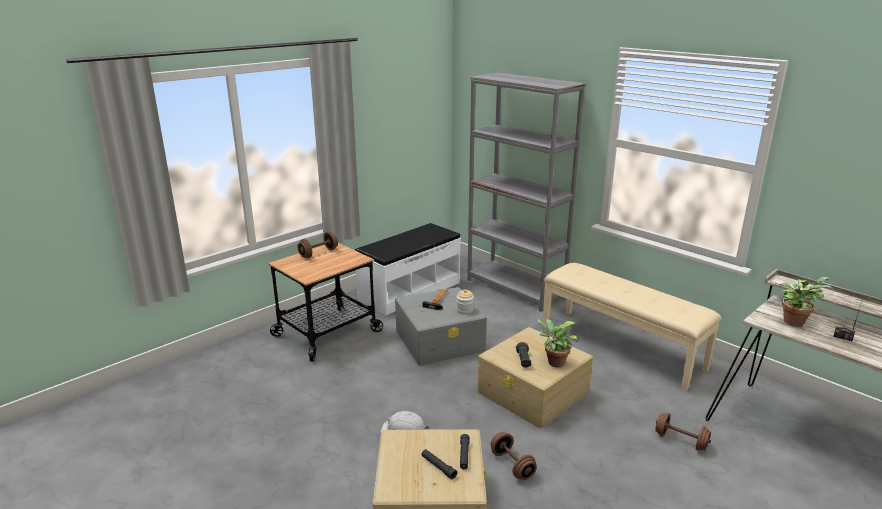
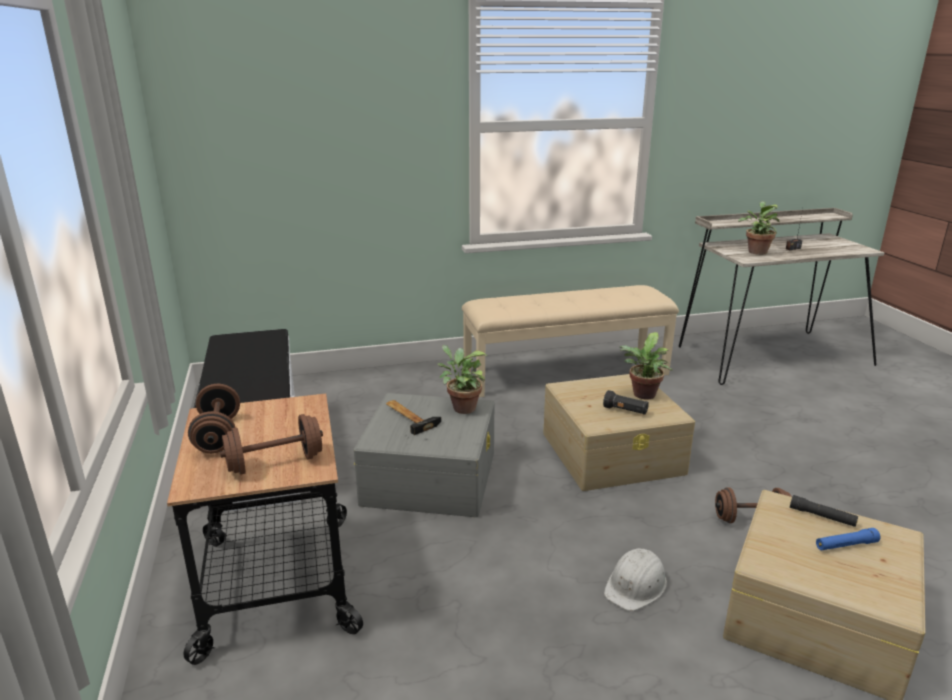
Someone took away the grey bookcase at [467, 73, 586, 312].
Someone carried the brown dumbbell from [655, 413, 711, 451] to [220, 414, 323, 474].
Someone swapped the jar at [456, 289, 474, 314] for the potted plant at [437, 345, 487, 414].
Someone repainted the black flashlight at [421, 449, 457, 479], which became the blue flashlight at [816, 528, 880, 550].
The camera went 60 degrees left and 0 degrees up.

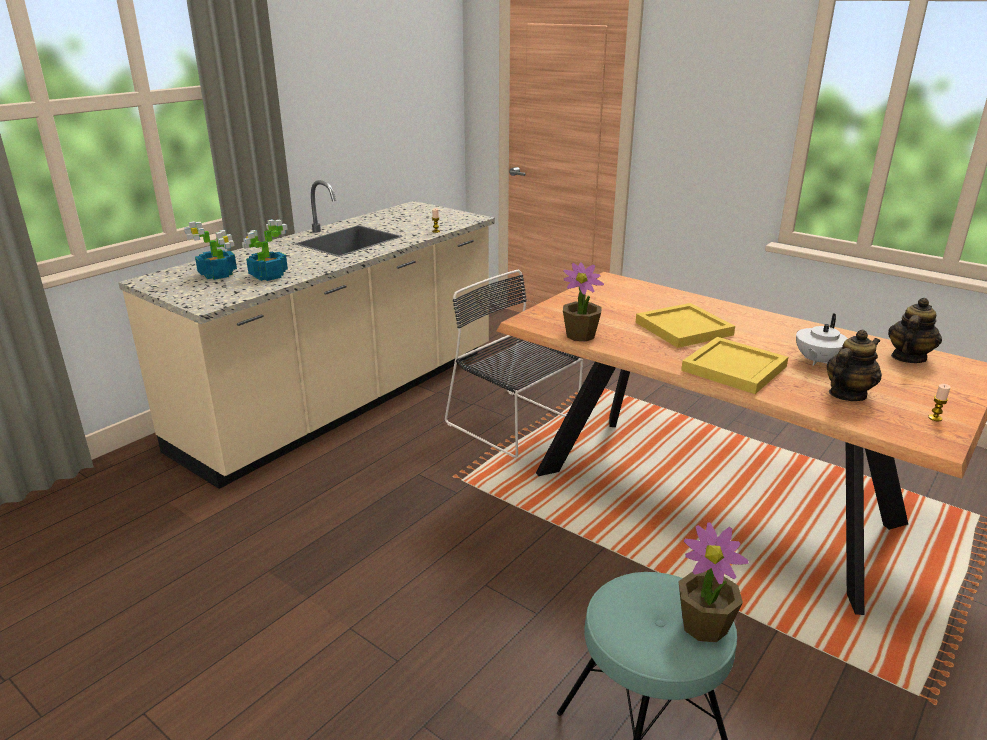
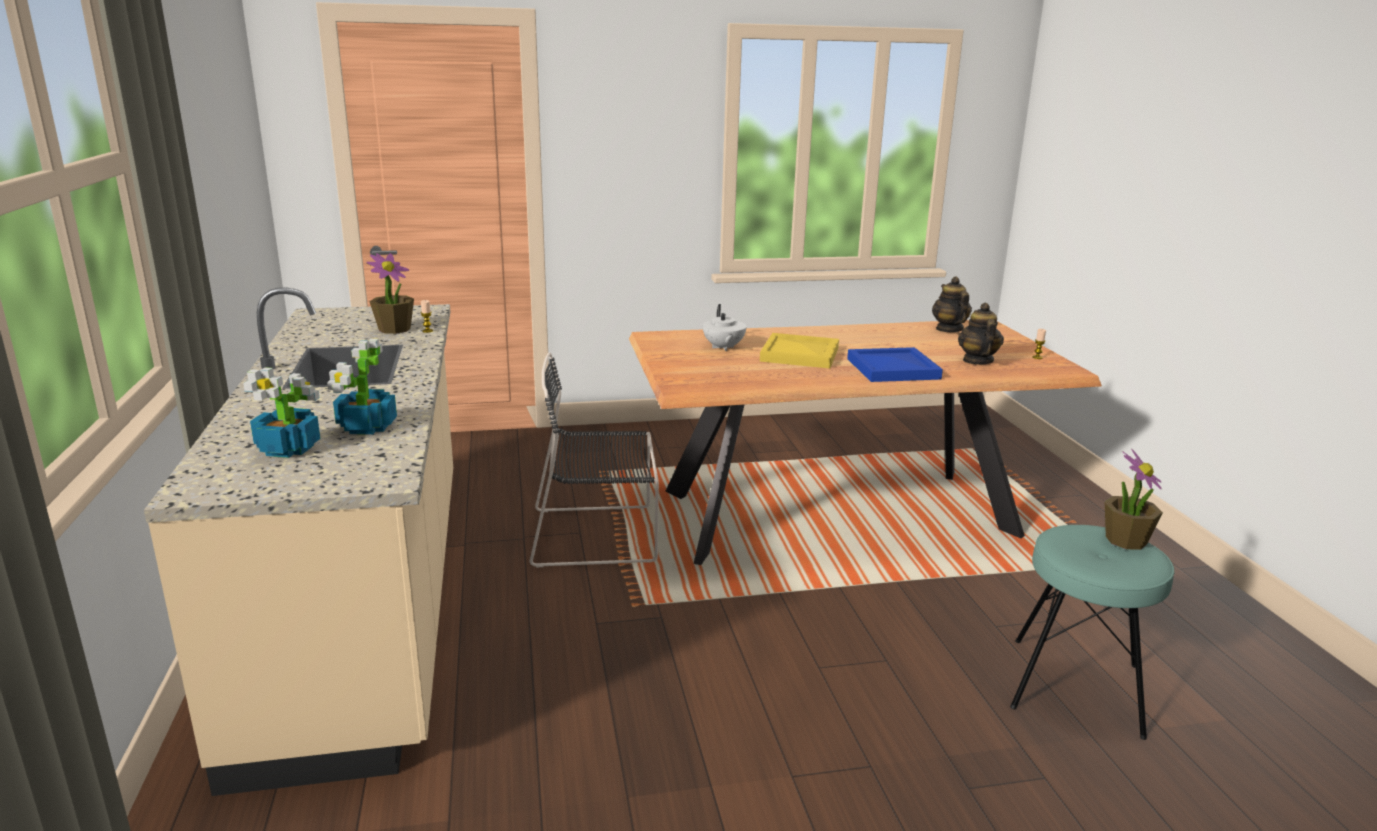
Someone carried the potted plant from [563, 262, 604, 341] to [366, 253, 414, 334].
Someone carried the white teapot from [796, 313, 848, 366] to [702, 304, 747, 351].
Someone repainted the yellow tray at [681, 337, 788, 394], which became the blue tray at [847, 347, 943, 382].
The camera went 50 degrees left and 5 degrees down.

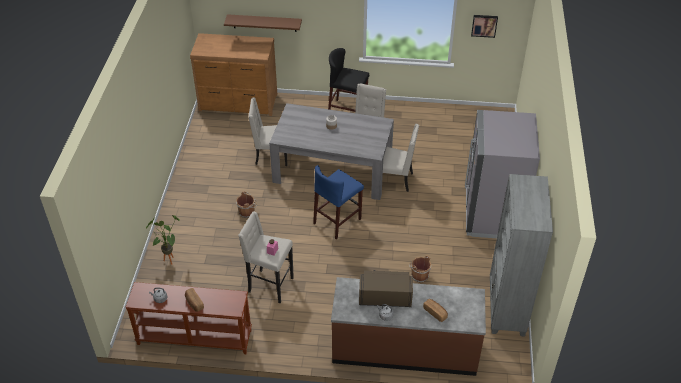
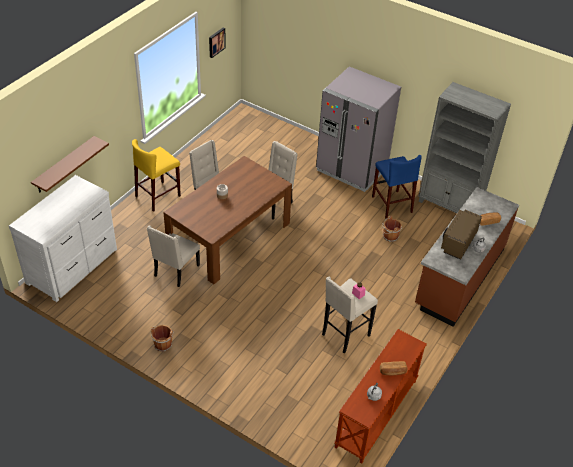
Someone took away the potted plant at [146, 215, 180, 265].
Someone carried the brown bucket from [236, 191, 257, 218] to [151, 325, 174, 352].
Someone carried the blue stool from [313, 165, 364, 239] to [372, 155, 422, 219].
Someone repainted the brown dresser at [190, 33, 277, 116], which became the white dresser at [9, 175, 117, 302].
Someone repainted the grey dining table at [269, 103, 394, 200], which became the brown dining table at [163, 156, 292, 284].
Someone repainted the black stool at [328, 48, 369, 112], which became the yellow stool at [132, 139, 181, 212].
The camera went 65 degrees left and 0 degrees up.

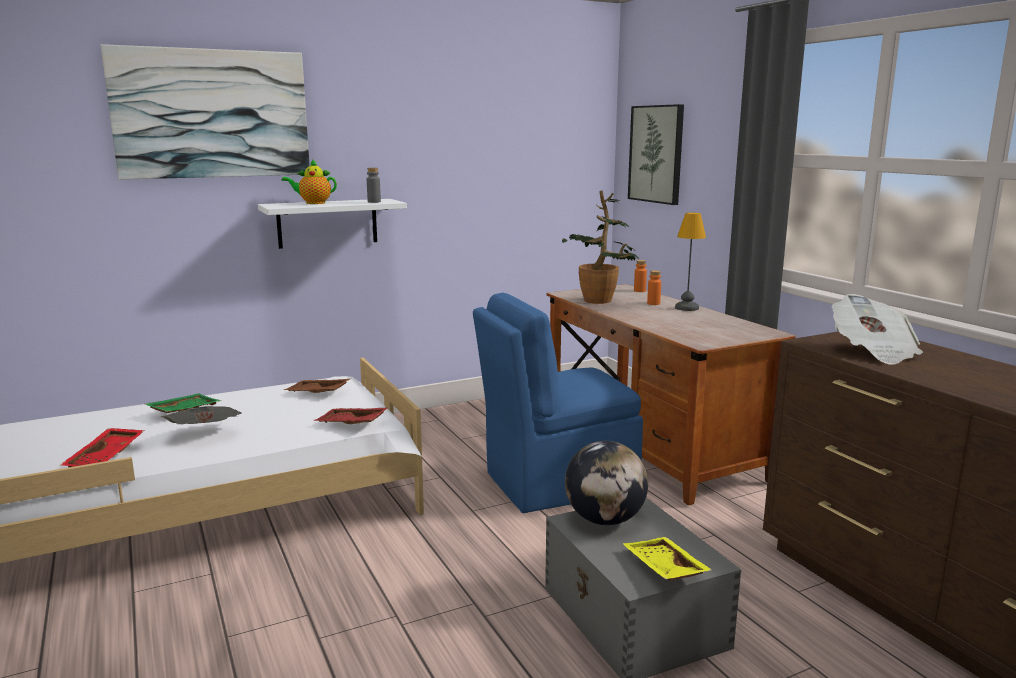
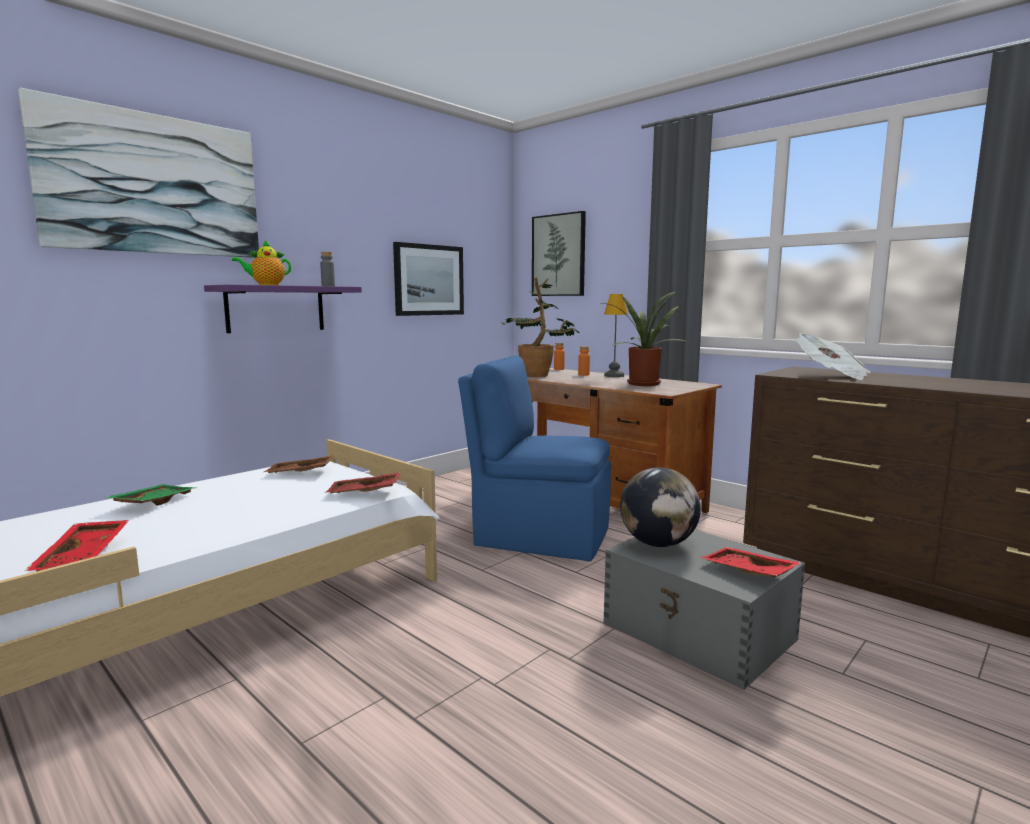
Someone took away the newspaper at [161, 406, 241, 424].
Someone put up the picture at [393, 242, 464, 316].
Someone put down the potted plant at [602, 290, 687, 386].
Someone repainted the white shelf at [258, 199, 407, 249], which became the purple shelf at [204, 284, 362, 333].
Someone repainted the yellow tray at [623, 537, 712, 580], which became the red tray at [700, 547, 801, 577].
Someone rotated the blue chair at [473, 293, 643, 513] by 60 degrees clockwise.
The camera went 20 degrees left and 5 degrees down.

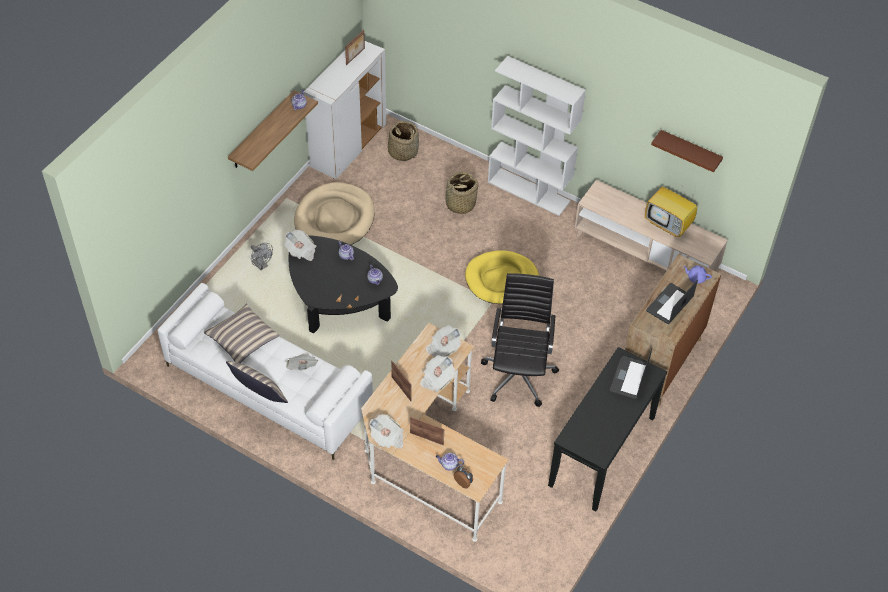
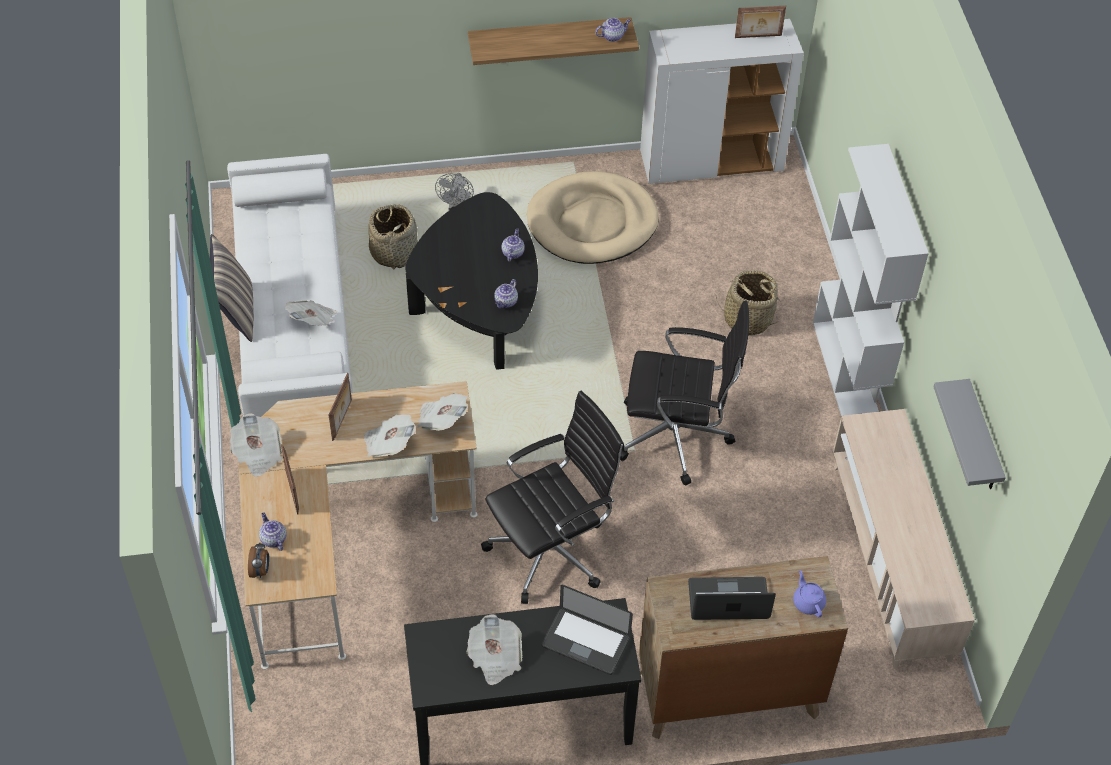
Someone took away the pillow at [204, 303, 280, 363].
Someone took away the television at [645, 185, 697, 237].
Someone carried the newspaper from [285, 230, 316, 261] to [467, 614, 522, 685].
Someone carried the basket from [387, 121, 419, 161] to [369, 204, 418, 269].
Someone swapped the yellow dog bed at [465, 250, 539, 304] for the black office chair at [620, 301, 749, 486].
Someone repainted the brown shelf at [651, 130, 723, 172], which became the grey shelf at [933, 379, 1006, 489].
Someone rotated the laptop at [610, 348, 652, 399] by 135 degrees counterclockwise.
The camera went 50 degrees right and 0 degrees up.

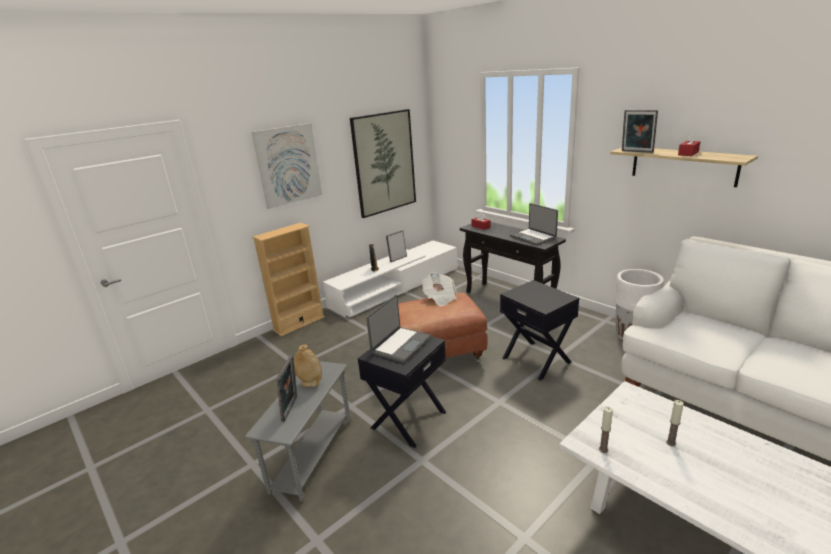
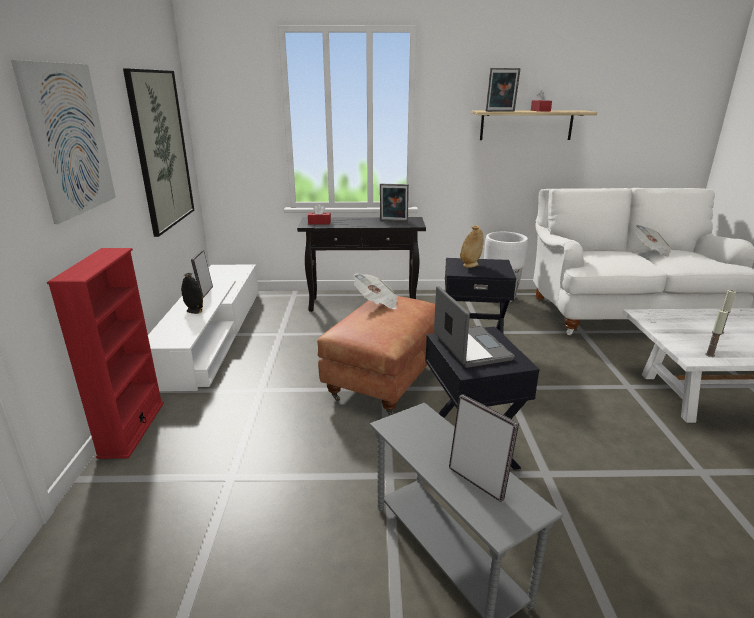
Someone put down the newspaper at [635, 225, 672, 256].
Someone carried the beige vase from [294, 345, 322, 387] to [460, 225, 484, 268].
Someone swapped the laptop at [510, 203, 558, 246] for the picture frame at [380, 184, 409, 222].
Someone repainted the beige bookcase at [252, 223, 325, 336], which became the red bookcase at [47, 248, 164, 459].
The camera went 50 degrees left and 0 degrees up.

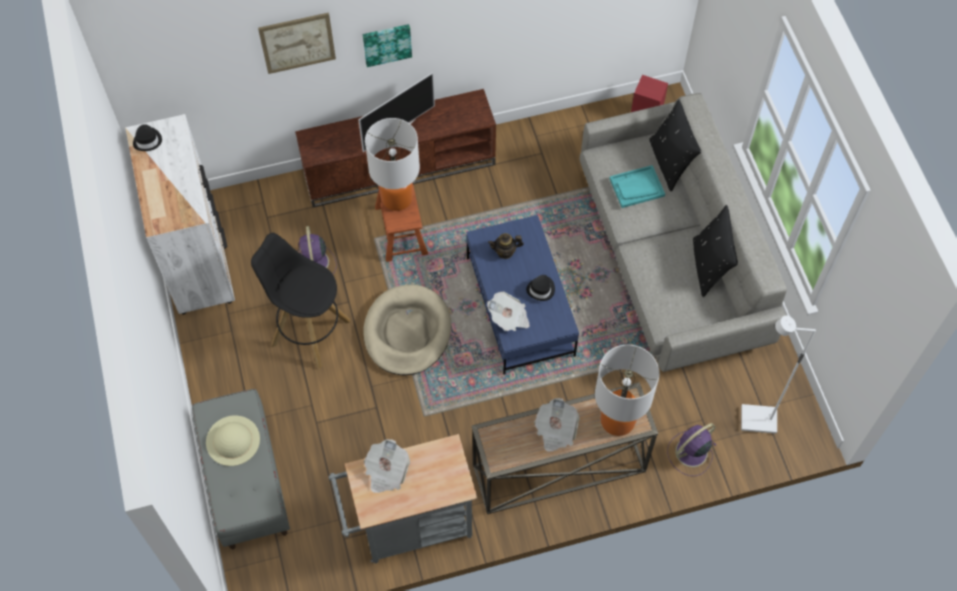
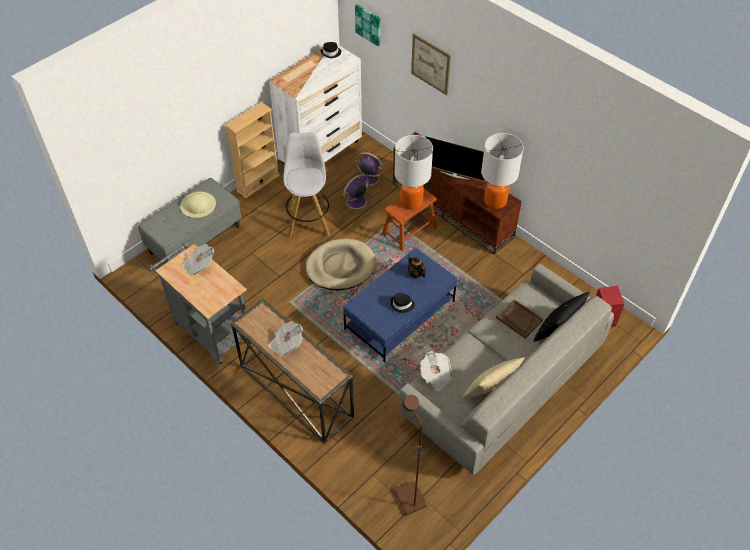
Someone put down the beige bookcase at [225, 102, 280, 198].
Someone carried the picture from [363, 24, 412, 67] to [355, 4, 380, 46].
Someone carried the newspaper from [487, 292, 530, 331] to [420, 351, 453, 391].
Someone carried the table lamp from [595, 345, 660, 436] to [481, 133, 524, 209].
Someone carried the purple fan from [667, 423, 716, 476] to [355, 152, 384, 188].
Someone repainted the black stool at [251, 233, 350, 369], which became the white stool at [283, 132, 330, 238].
Someone repainted the turquoise tray at [609, 165, 665, 208], which became the brown tray at [496, 299, 543, 339].
Someone repainted the black pillow at [693, 205, 738, 297], which became the beige pillow at [462, 357, 525, 398].
Someone repainted the white floor lamp at [741, 316, 816, 434], which became the brown floor lamp at [394, 395, 427, 515].
The camera went 60 degrees right and 10 degrees down.

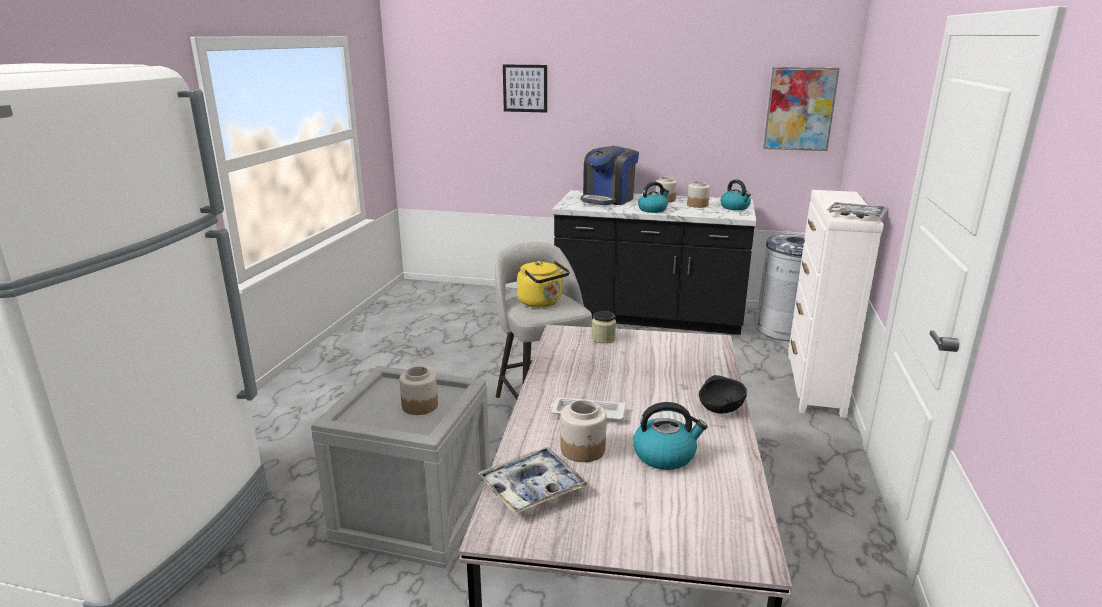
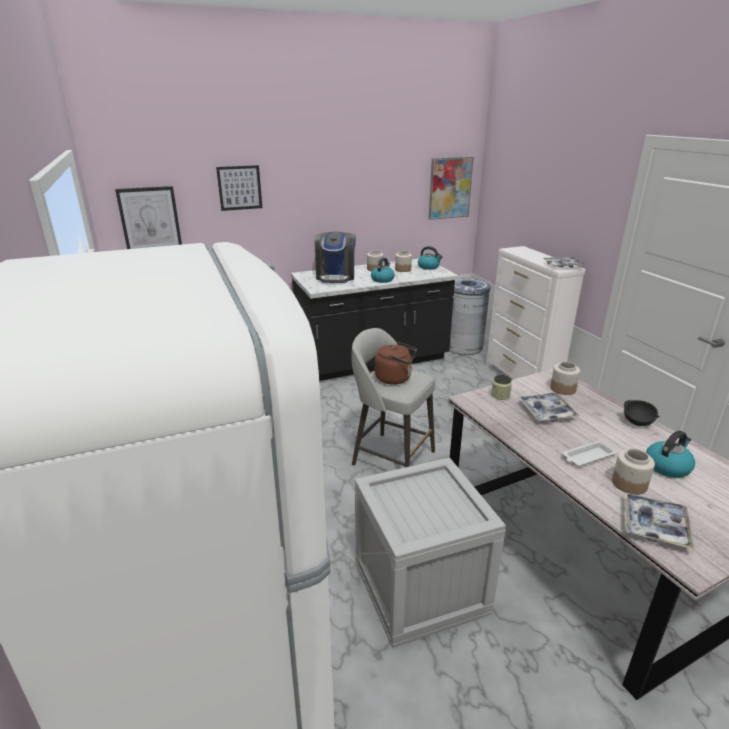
Someone put up the picture at [115, 186, 182, 249].
Someone put down the tray at [518, 393, 580, 422].
Someone carried the jar from [399, 366, 438, 415] to [550, 362, 580, 395].
Someone repainted the yellow kettle at [517, 260, 570, 307], which became the brown kettle at [375, 342, 417, 385].
The camera went 35 degrees left and 5 degrees up.

